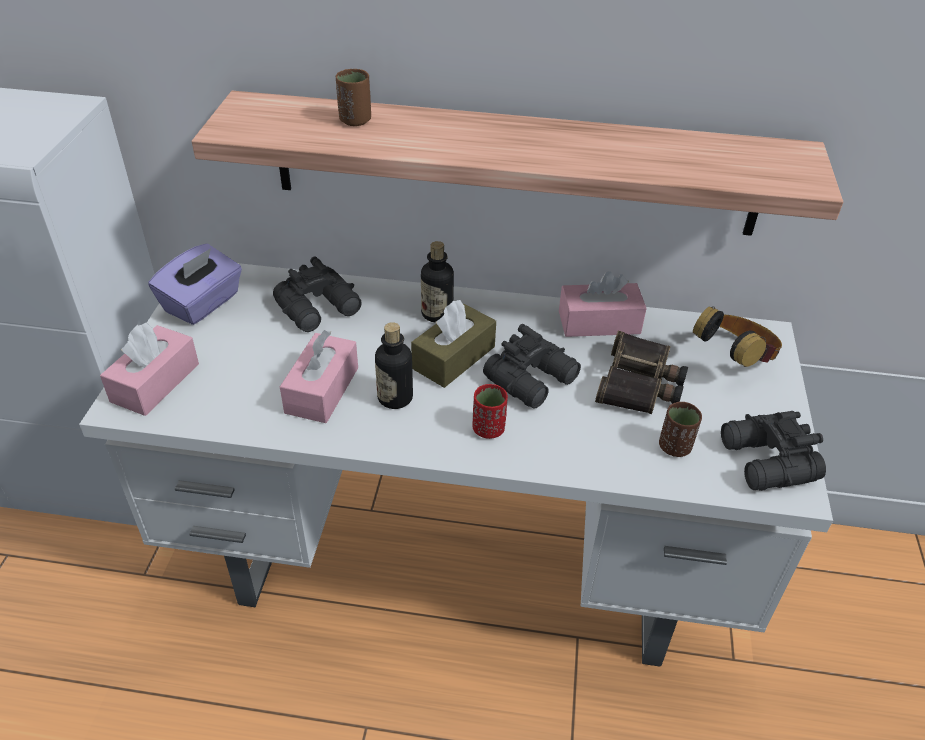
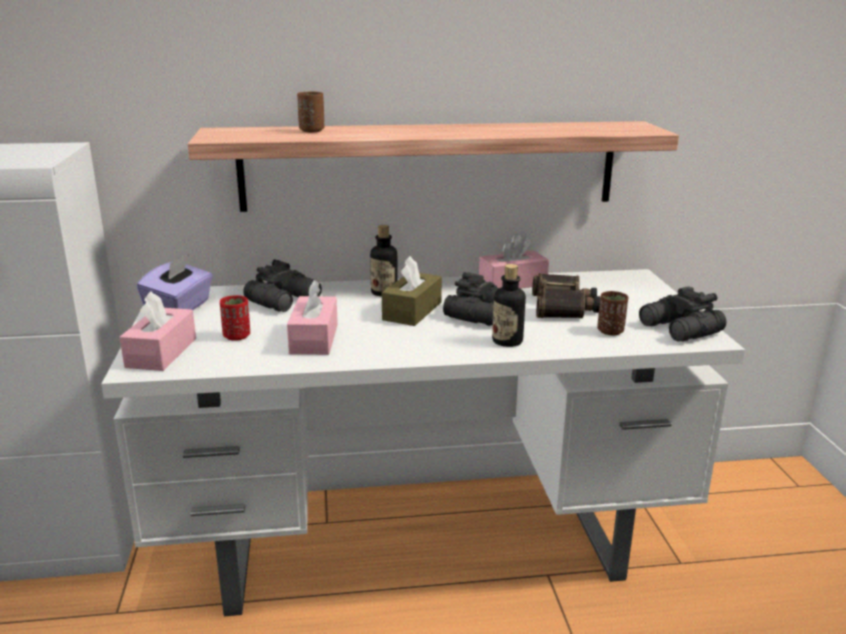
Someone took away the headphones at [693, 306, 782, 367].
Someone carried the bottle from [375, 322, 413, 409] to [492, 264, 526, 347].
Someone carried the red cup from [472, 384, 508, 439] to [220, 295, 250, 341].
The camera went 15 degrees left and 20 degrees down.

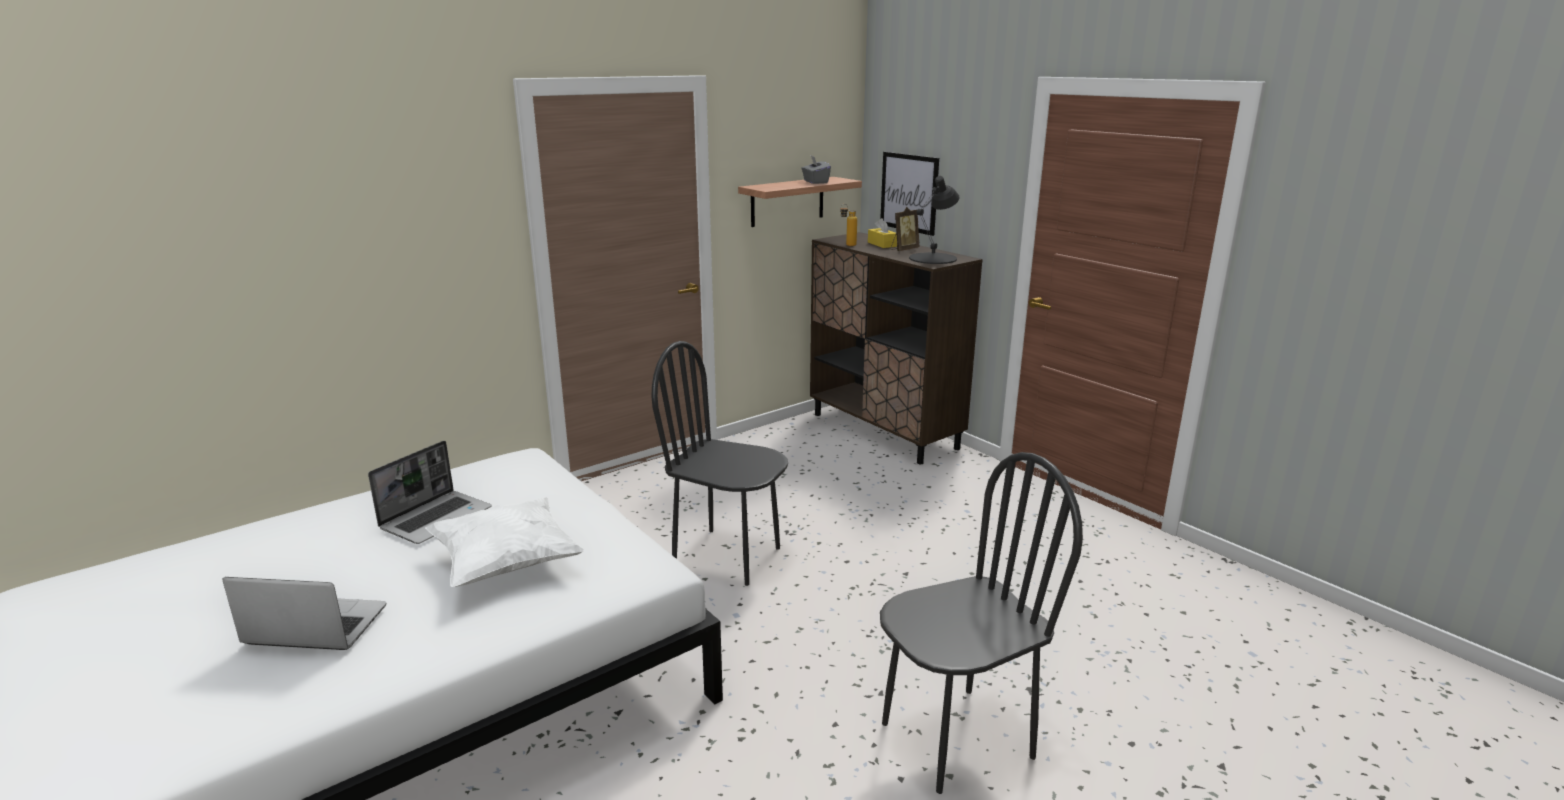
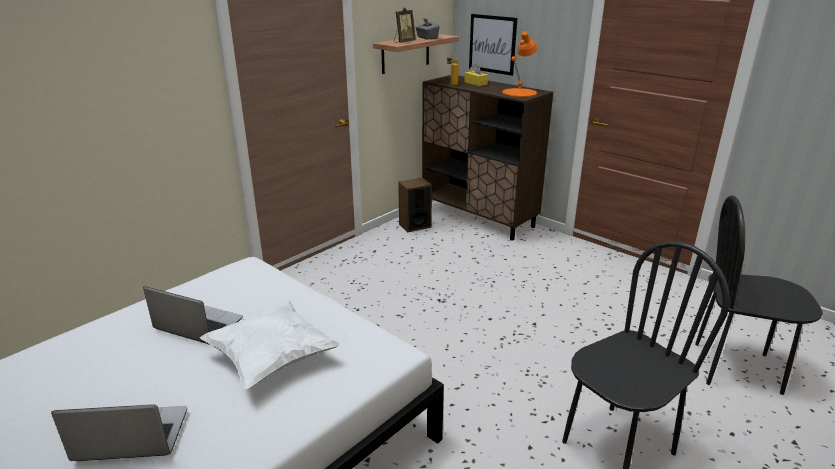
Someone put down the speaker at [398, 178, 432, 233].
Someone carried the black chair from [651, 341, 788, 586] to [695, 195, 823, 395].
Someone carried the picture frame from [891, 207, 919, 251] to [394, 7, 416, 43].
Someone repainted the black table lamp at [909, 176, 959, 264], which became the orange table lamp at [502, 31, 538, 97].
Someone rotated the laptop at [368, 441, 492, 544] by 90 degrees counterclockwise.
The camera went 10 degrees left and 5 degrees up.

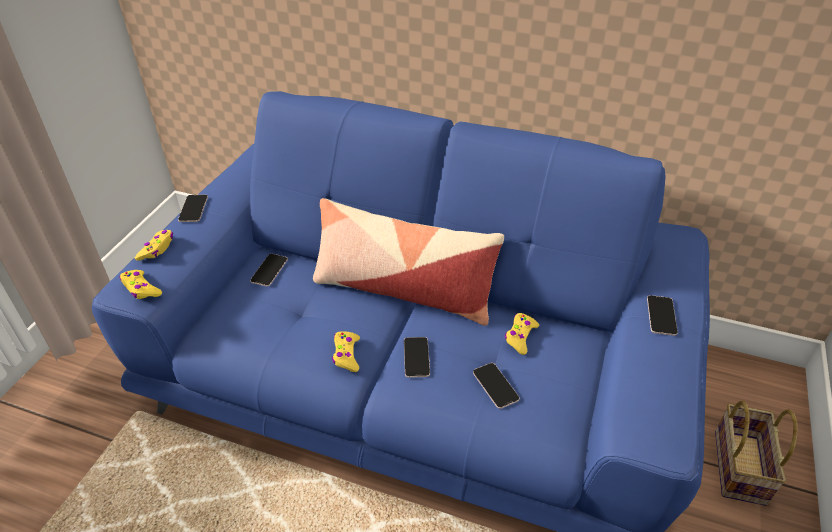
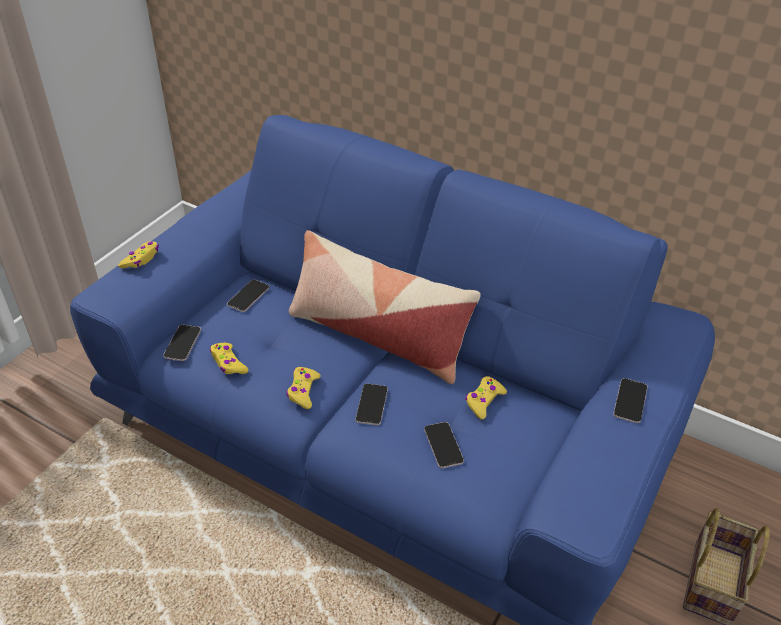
Someone carried the yellow game controller from [119, 270, 162, 299] to [210, 343, 249, 374].
Someone carried the phone from [178, 195, 208, 222] to [163, 325, 201, 361].
The camera went 10 degrees right and 0 degrees up.

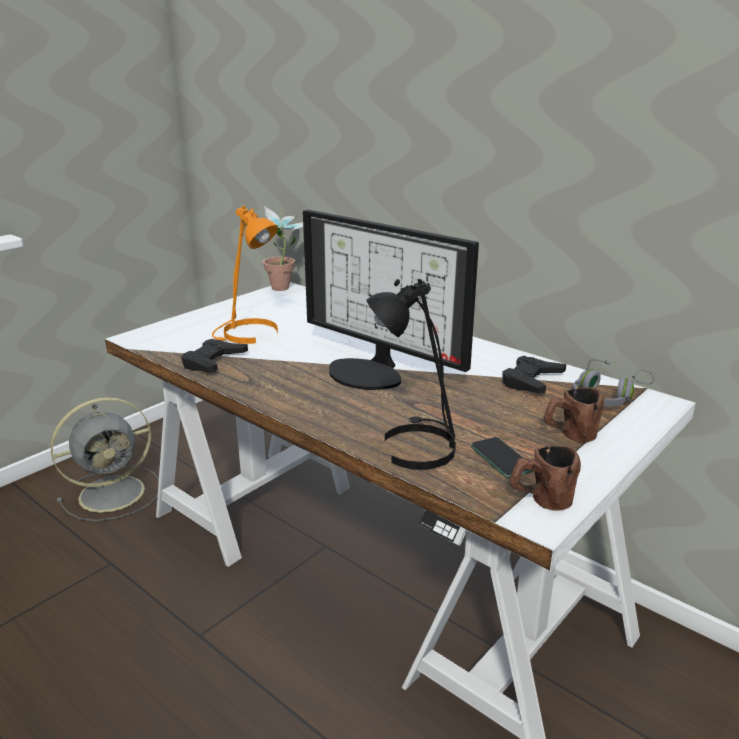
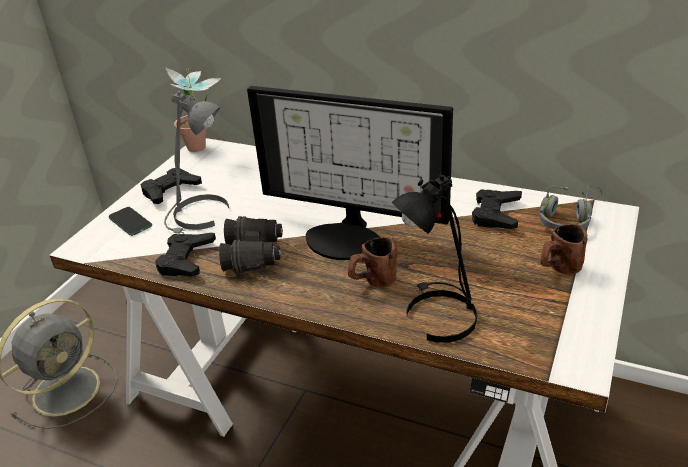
Someone put down the black game controller at [141, 168, 202, 204].
Someone put down the black binoculars at [219, 216, 283, 274].
Someone carried the phone from [471, 437, 534, 478] to [108, 207, 152, 236].
Someone carried the brown mug from [510, 446, 581, 511] to [348, 237, 398, 288].
Someone repainted the orange table lamp at [212, 206, 278, 344], which became the grey table lamp at [164, 91, 229, 234].
The camera went 15 degrees left and 10 degrees up.

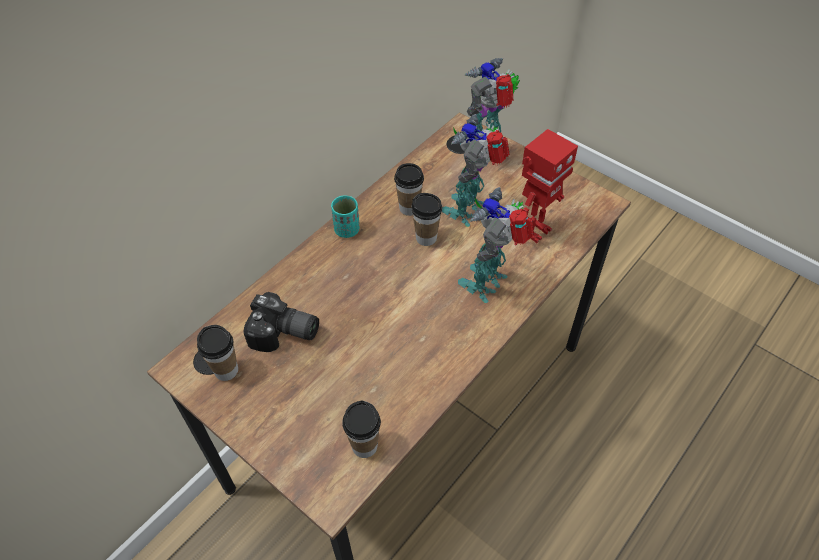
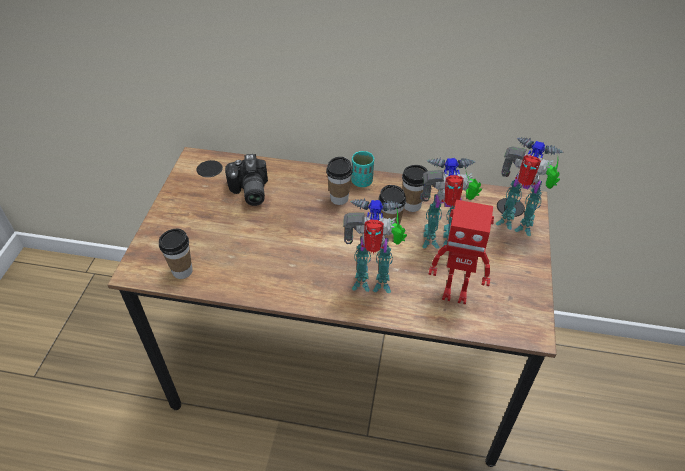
Someone carried the cup from [197, 325, 238, 381] to [326, 157, 353, 205].
The camera went 60 degrees right and 5 degrees down.

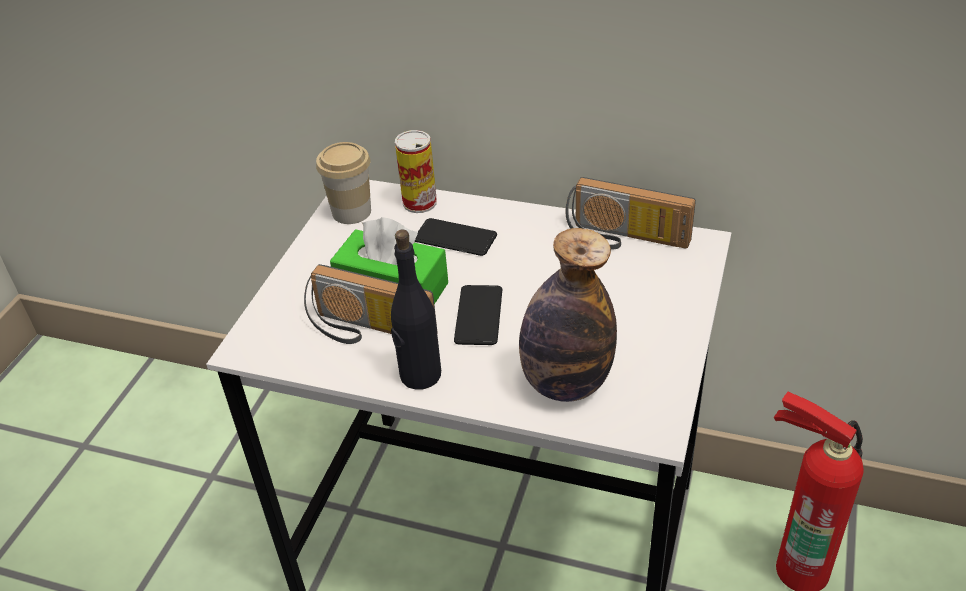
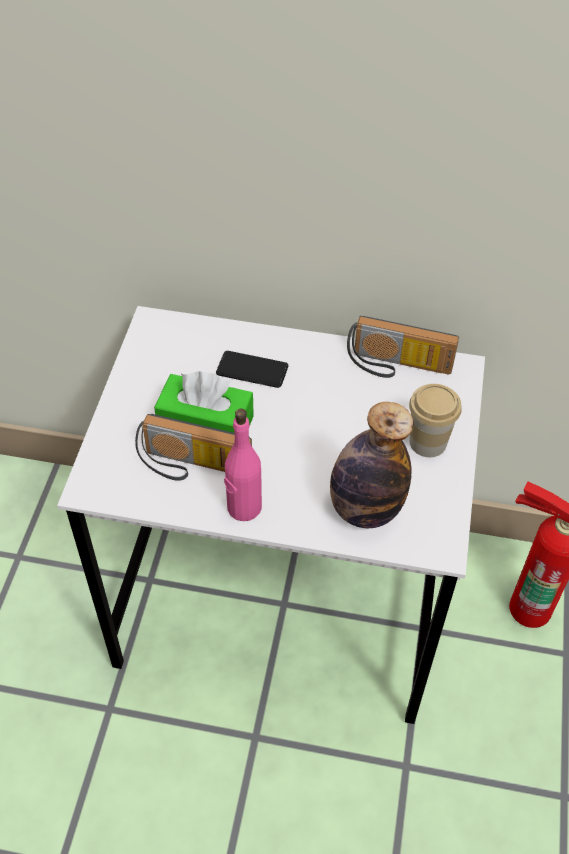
Someone took away the can at [395, 130, 437, 213].
Someone took away the phone at [454, 285, 503, 345].
Someone carried the cup from [316, 142, 371, 224] to [409, 384, 462, 457].
Someone repainted the black bottle at [391, 230, 441, 389], which became the pink bottle at [224, 409, 262, 521].
The camera went 10 degrees left and 10 degrees up.

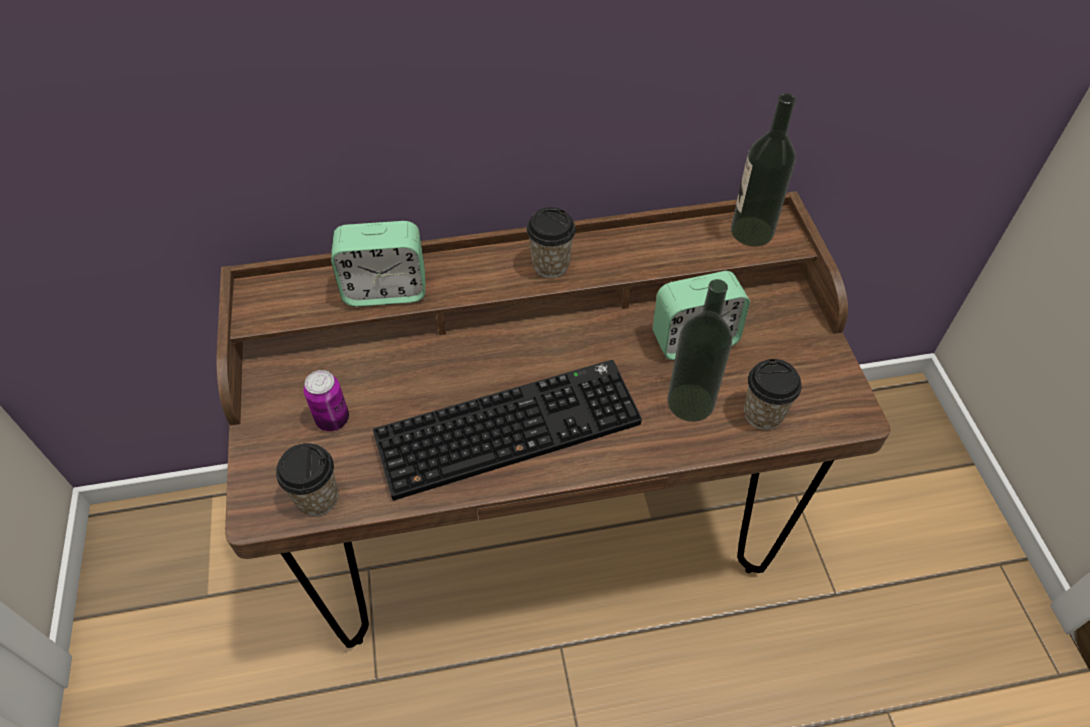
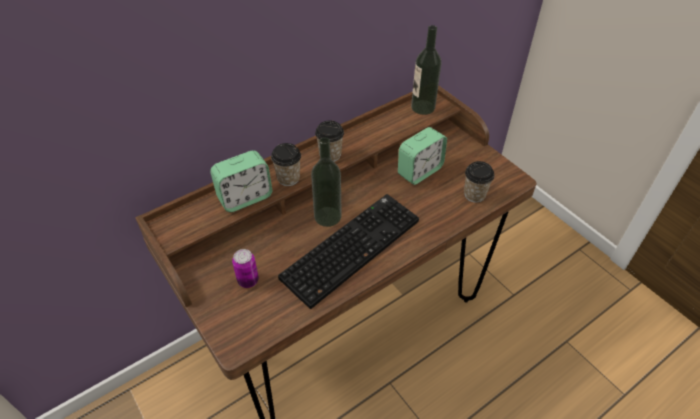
Someone carried the cup from [276, 443, 338, 516] to [271, 143, 301, 186].
Someone carried the bottle from [667, 279, 732, 422] to [311, 137, 342, 227].
The camera went 25 degrees left and 5 degrees down.

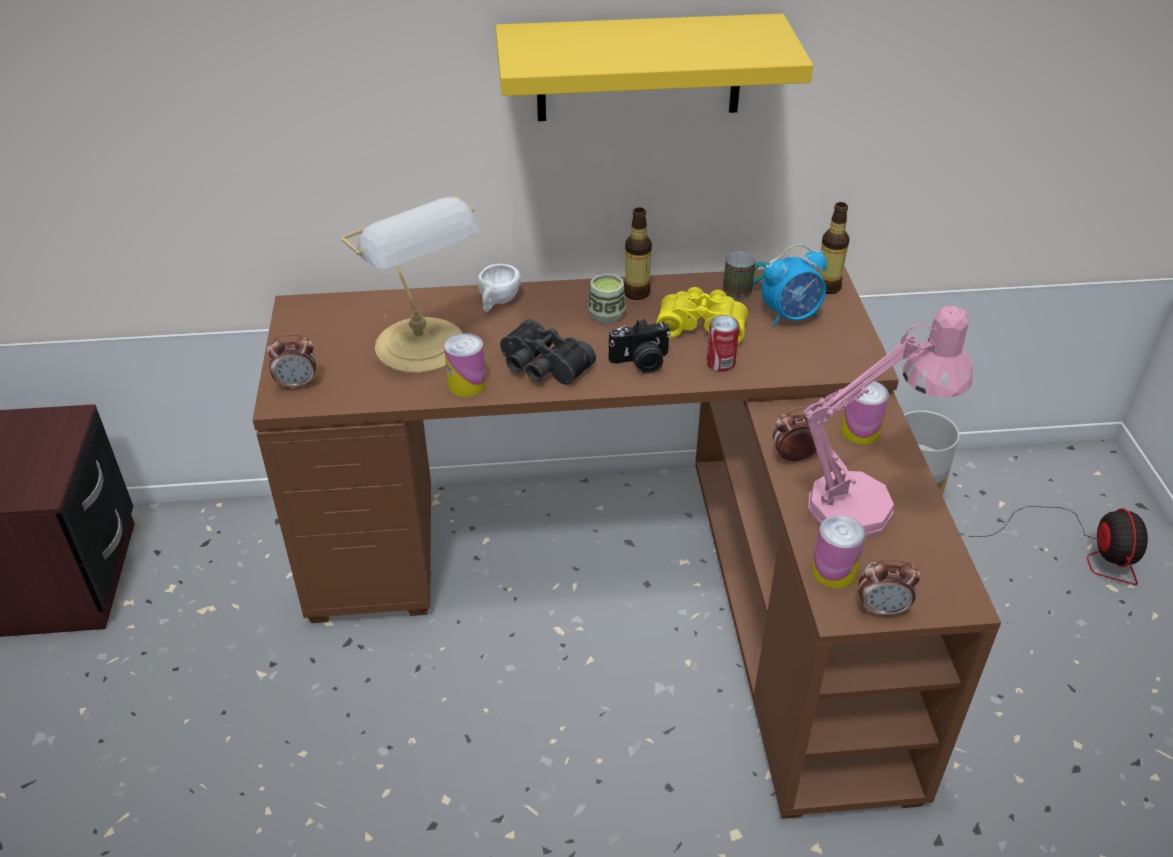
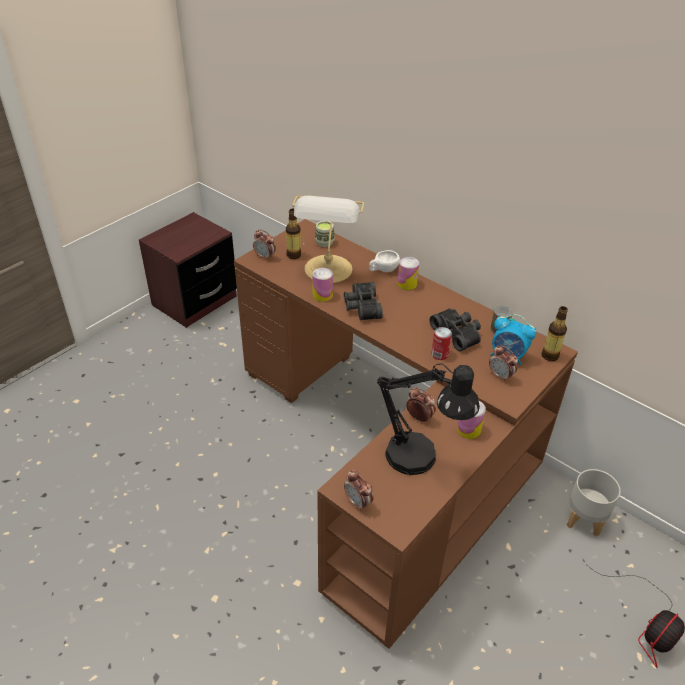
Someone took away the yellow shelf at [496, 14, 813, 121].
Someone took away the photo camera at [609, 319, 671, 374].
Someone put down the alarm clock at [489, 346, 518, 382].
Someone carried the cup from [588, 273, 626, 324] to [315, 221, 335, 247].
Someone carried the bottle from [624, 207, 652, 300] to [286, 209, 301, 259].
Someone carried the can from [812, 515, 866, 589] to [397, 257, 419, 290].
Someone repainted the yellow binoculars at [656, 287, 748, 343], which became the black binoculars at [430, 308, 481, 351].
Someone repainted the pink table lamp at [804, 306, 972, 537], which became the black table lamp at [377, 363, 480, 475].
The camera went 45 degrees right and 0 degrees up.

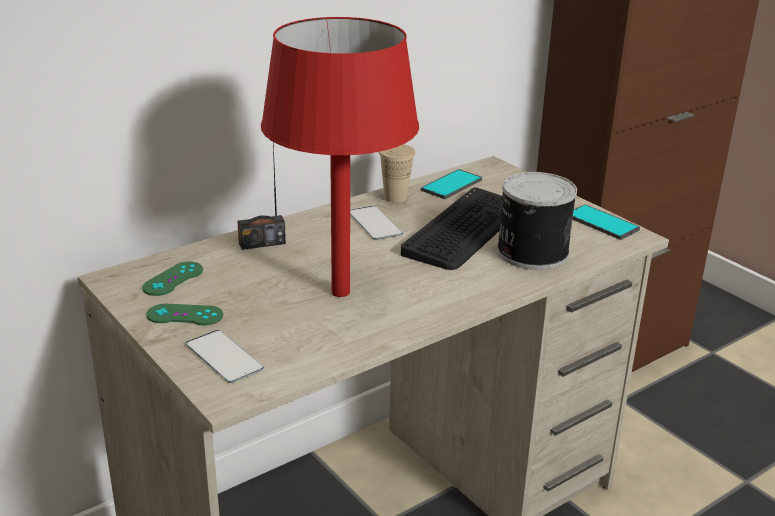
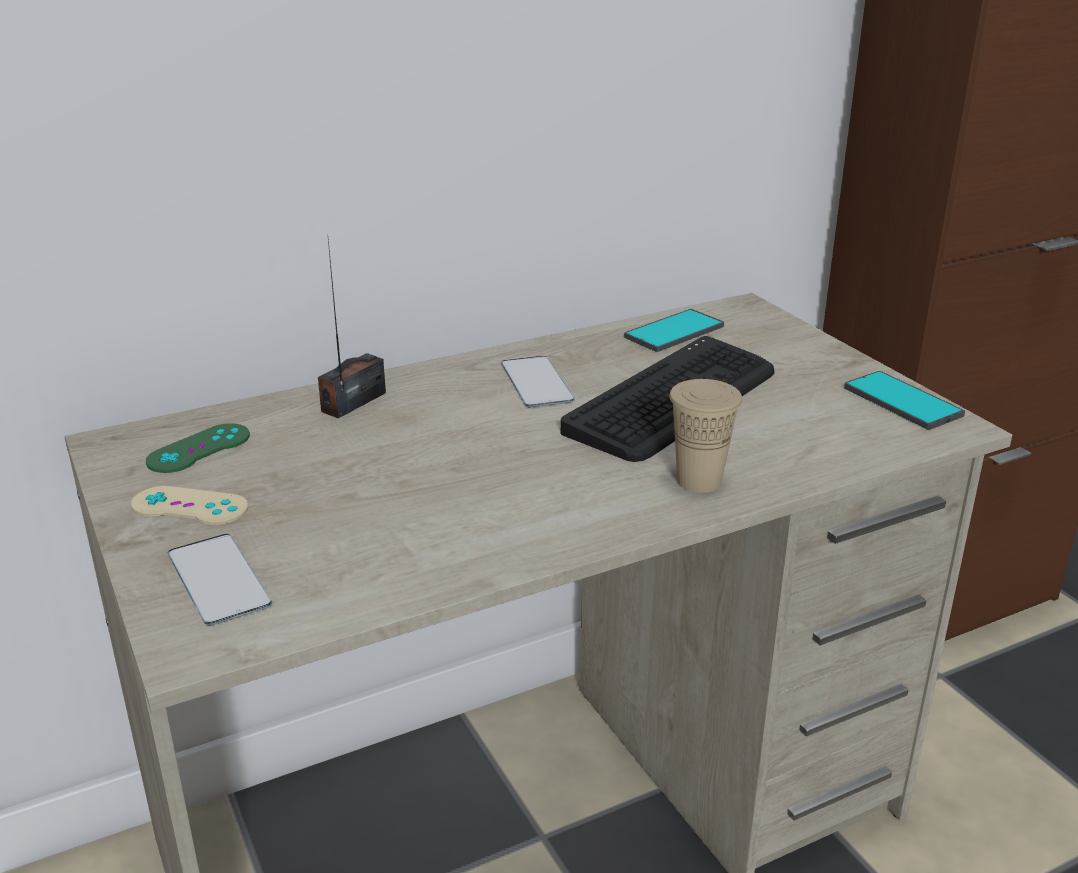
Someone took away the red table lamp at [261, 17, 419, 297].
Someone took away the can at [497, 172, 577, 270].
Someone carried the beige cup from [379, 144, 415, 203] to [669, 379, 742, 493].
Someone repainted the green game controller at [146, 304, 223, 325], which became the beige game controller at [131, 486, 248, 525].
Someone rotated the radio at [237, 143, 286, 250] by 135 degrees clockwise.
The camera went 10 degrees right and 0 degrees up.

